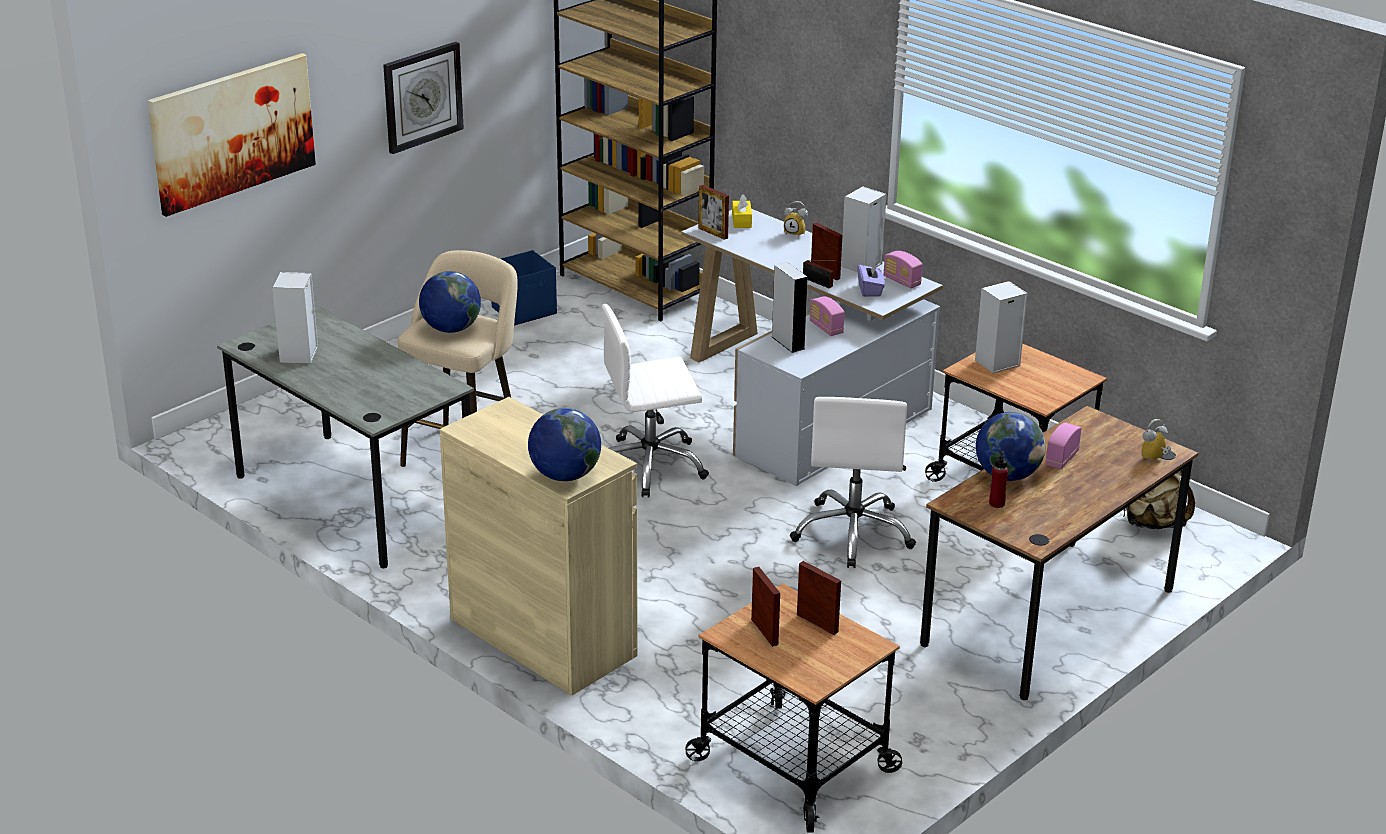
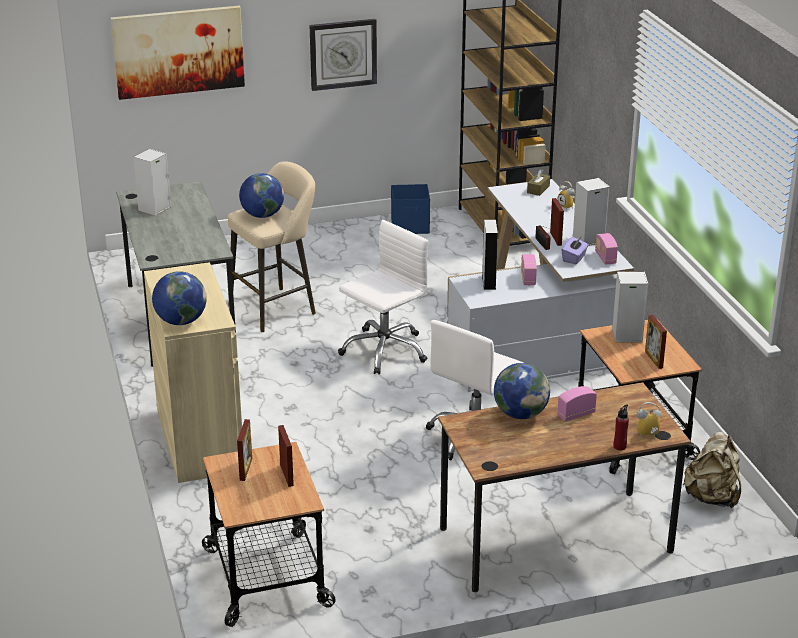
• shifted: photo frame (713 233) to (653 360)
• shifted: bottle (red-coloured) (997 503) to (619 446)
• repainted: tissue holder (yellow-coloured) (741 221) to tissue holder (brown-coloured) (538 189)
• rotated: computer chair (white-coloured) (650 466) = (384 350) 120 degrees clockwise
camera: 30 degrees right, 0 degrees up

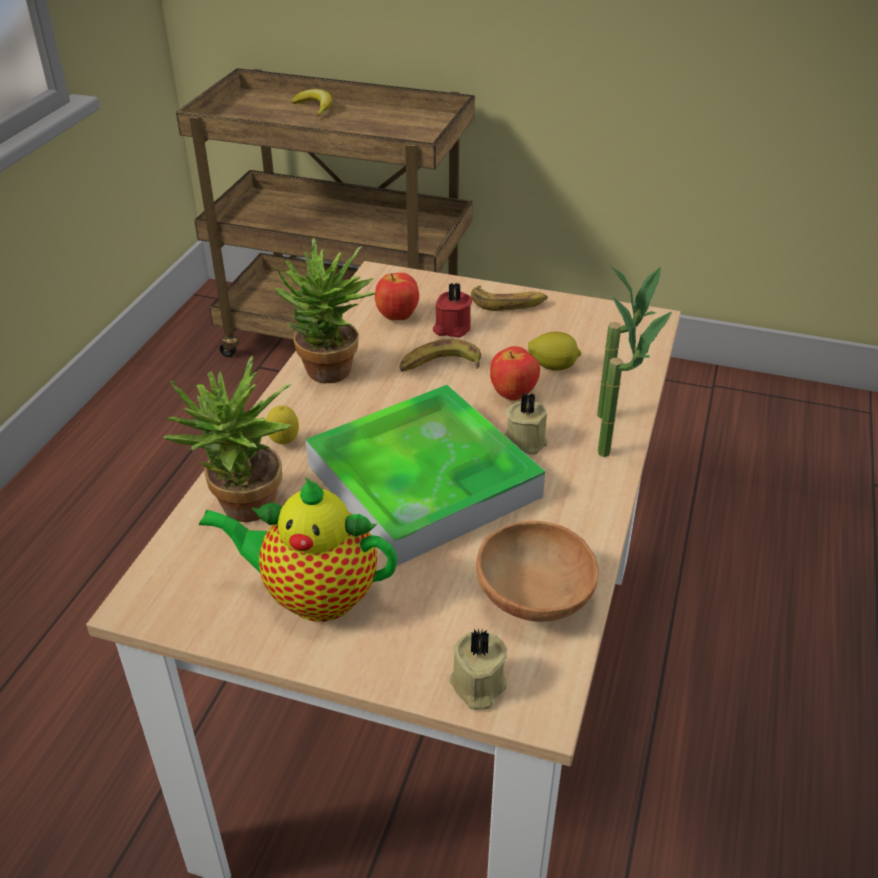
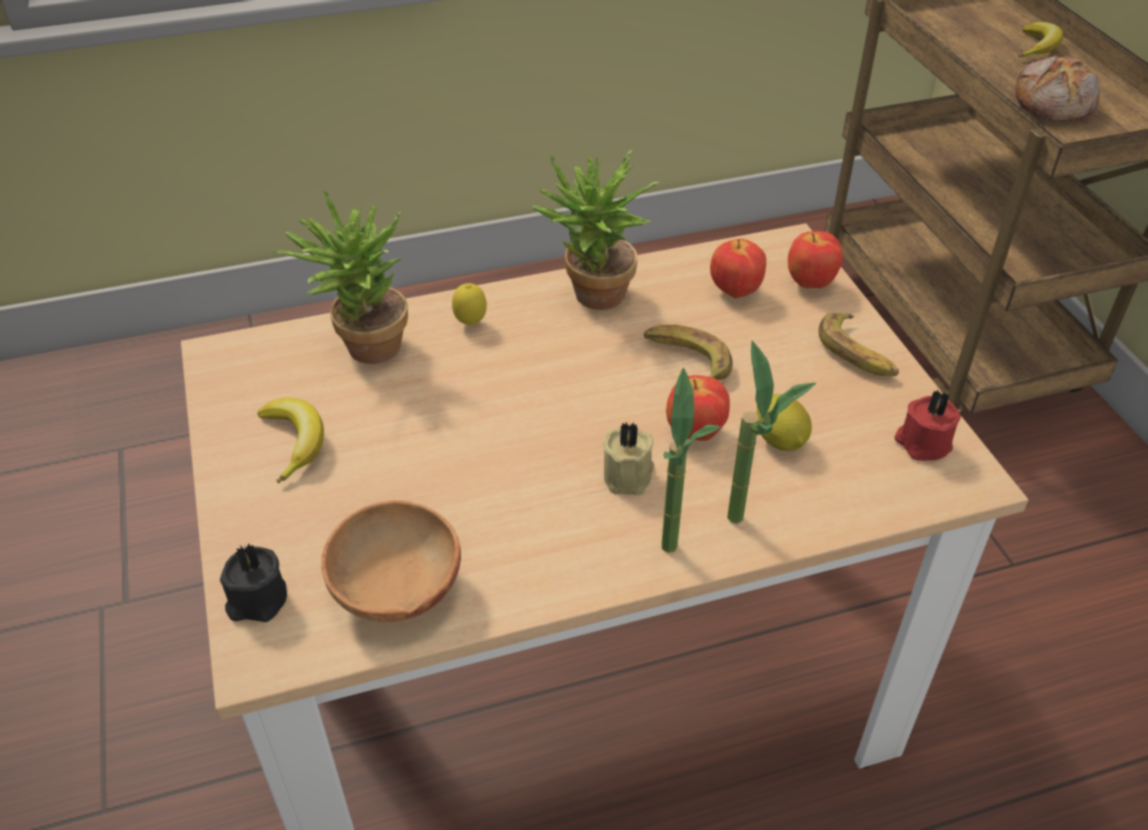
• gone: carrying tray (423 481)
• new: apple fruit (810 284)
• new: baked bread (1054 104)
• shifted: wax light (red-coloured) (451 328) to (922 443)
• swapped: teapot (313 595) to banana (294 442)
• repainted: wax light (beige) (477 686) to wax light (black-coloured) (257 600)
camera: 55 degrees right, 5 degrees up

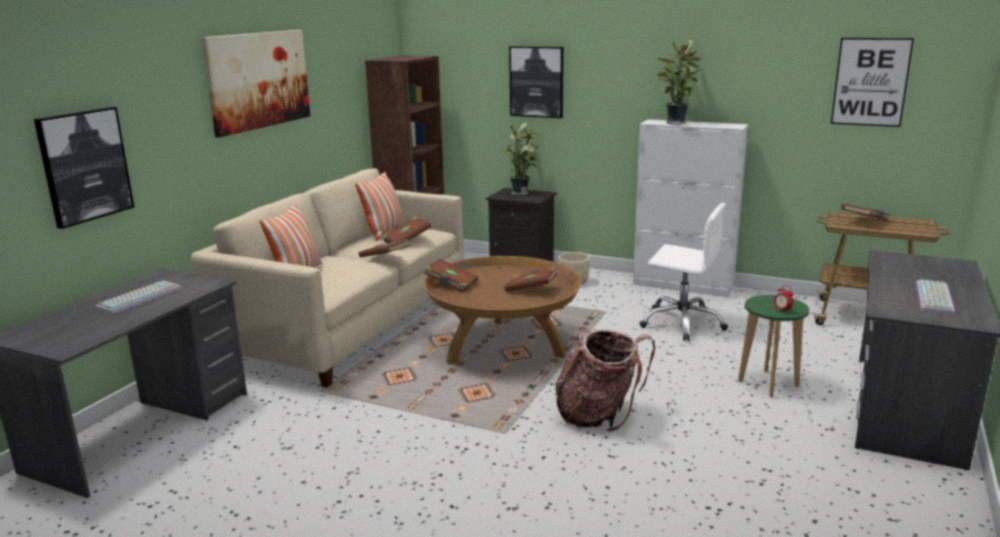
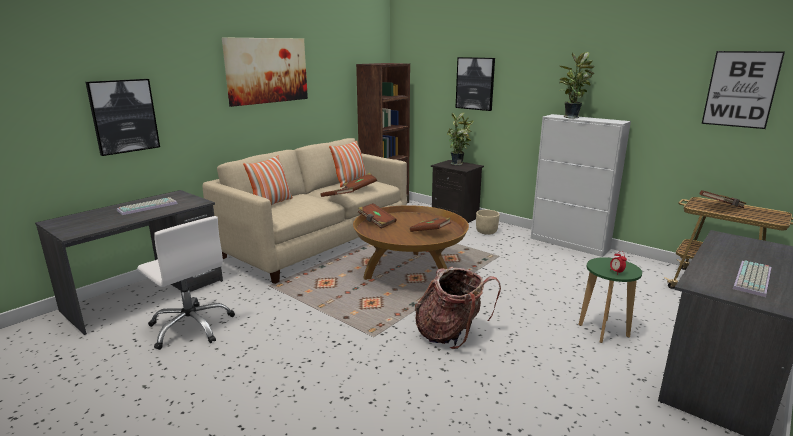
• shifted: computer chair (white-coloured) (682 323) to (191 326)
camera: 15 degrees right, 0 degrees up

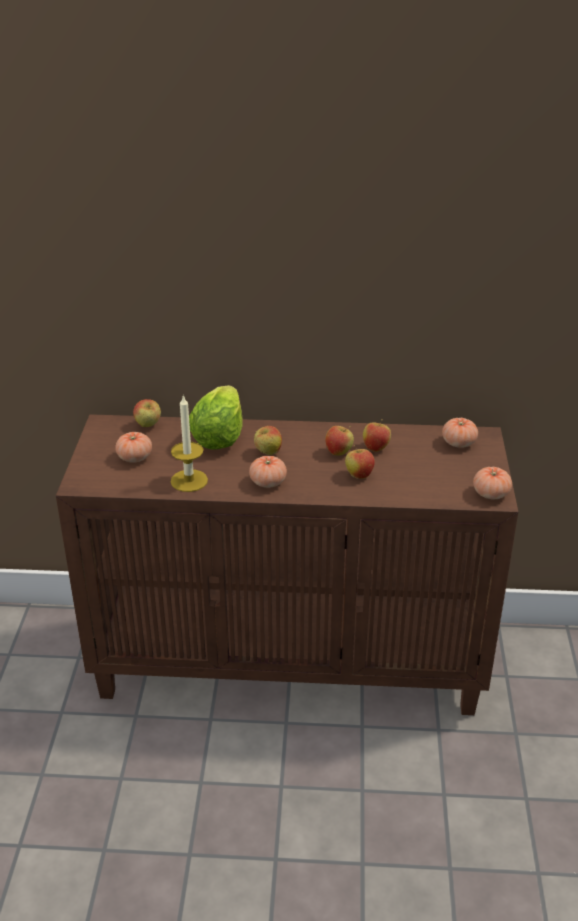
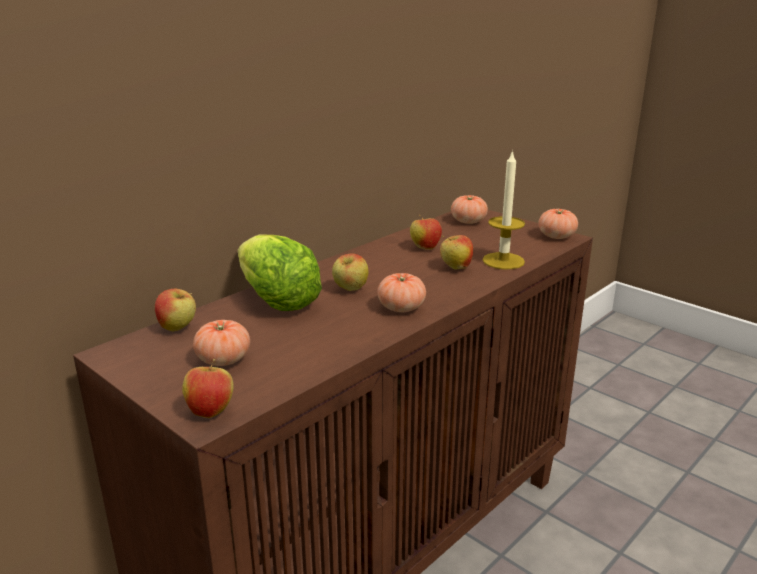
• shifted: wax light (189 480) to (503 261)
• shifted: apple fruit (339 452) to (211 411)
camera: 50 degrees left, 10 degrees down

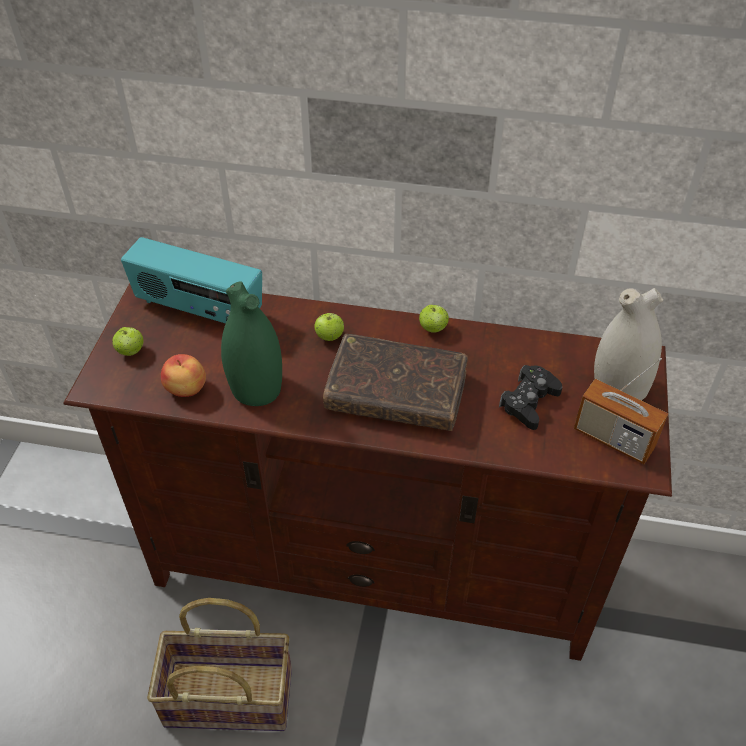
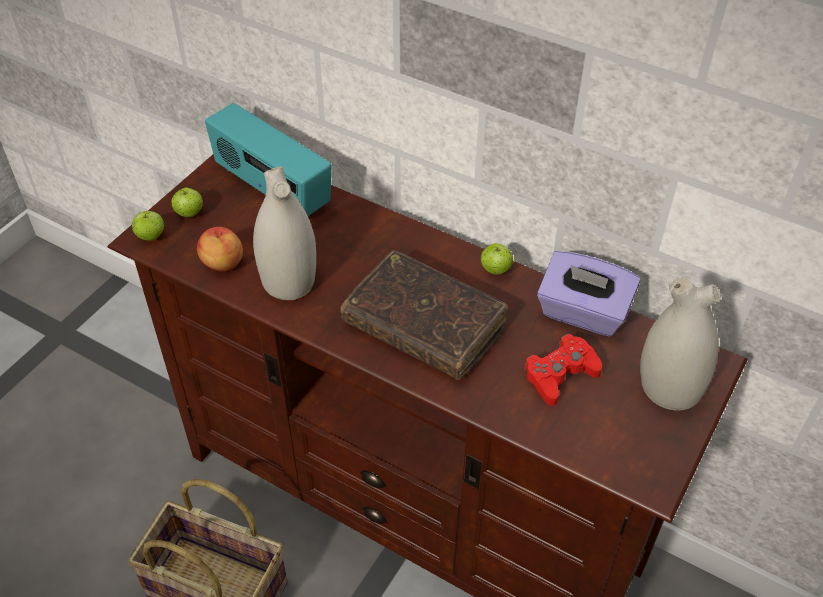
• gone: radio (613 439)
• new: tissue holder (purple-coloured) (582 313)
• shifted: apple fruit (329 337) to (151 236)
• repainted: vase (greenish) (256 387) to vase (white-coloured) (289 280)
• repainted: joypad (black-coloured) (529 402) to joypad (red-coloured) (560 374)
camera: 20 degrees right, 0 degrees up

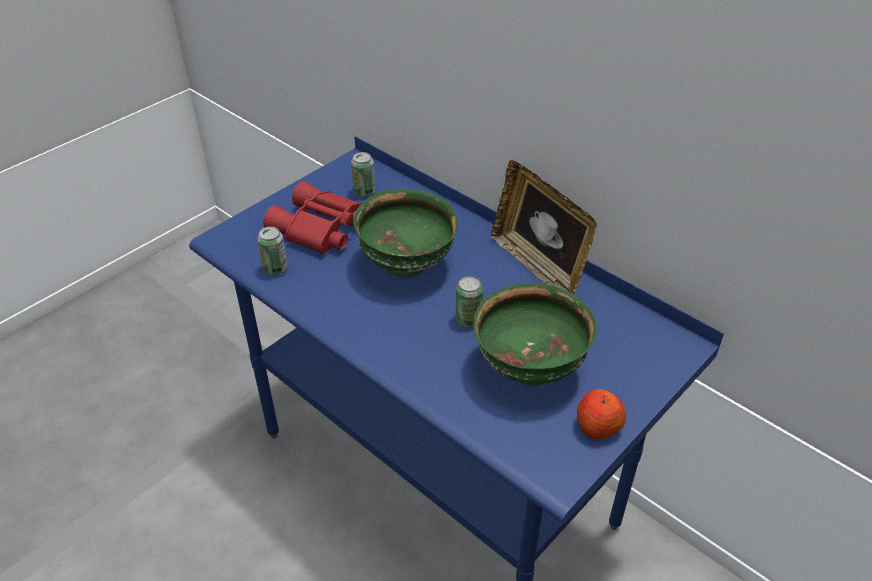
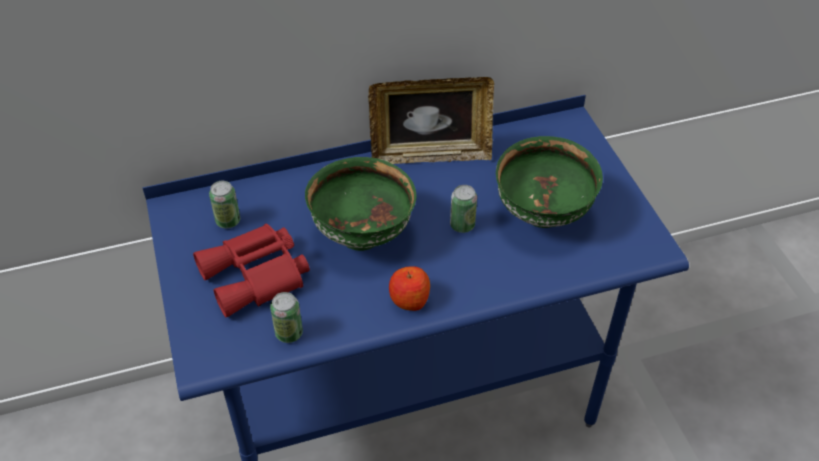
• shifted: apple fruit (598 426) to (409 299)
camera: 60 degrees left, 5 degrees up

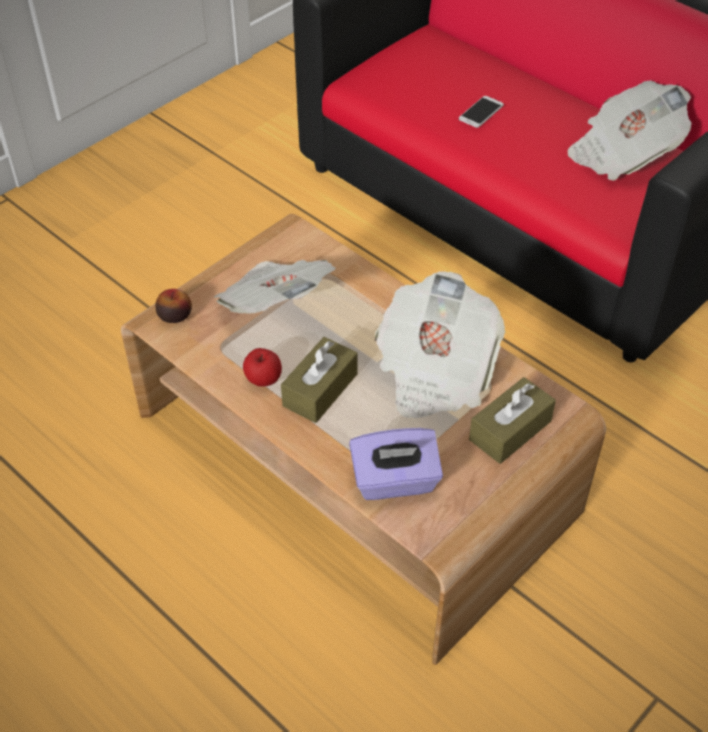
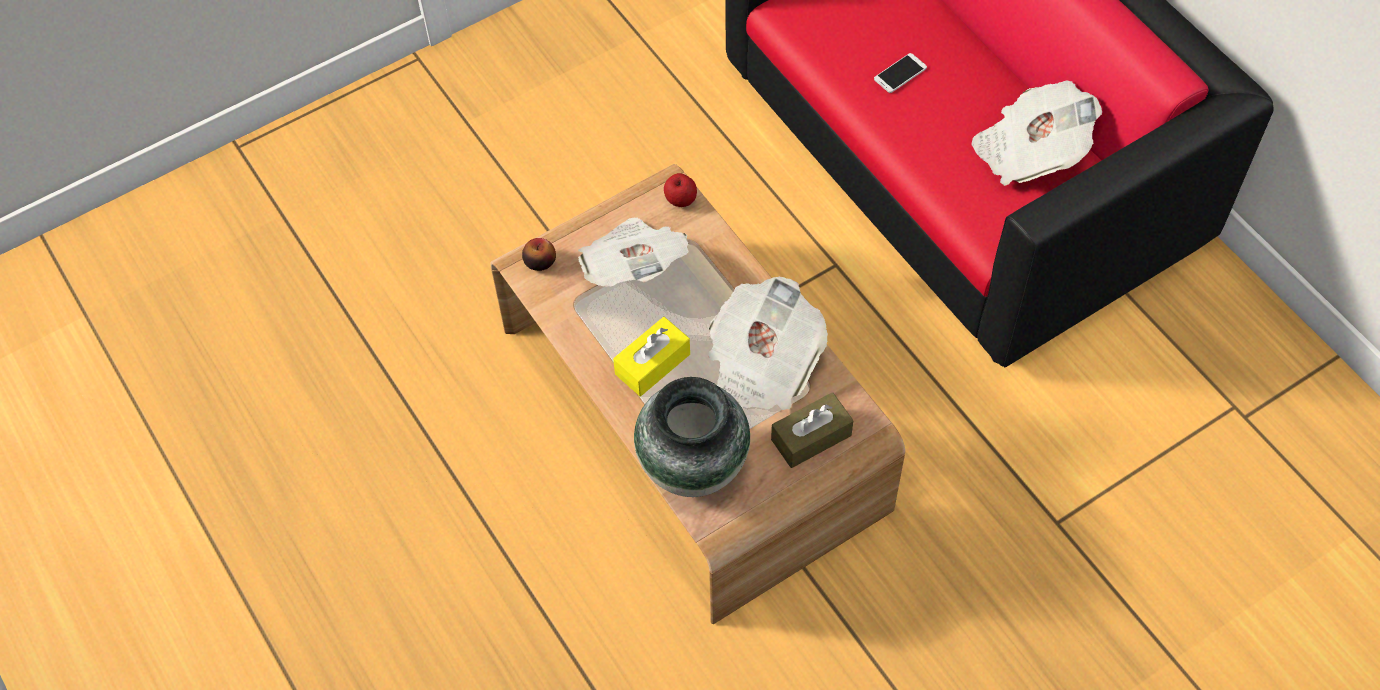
• shifted: apple fruit (263 379) to (680 199)
• swapped: tissue holder (purple-coloured) (395 481) to vase (694 466)
• repainted: tissue holder (brown-coloured) (320 390) to tissue holder (yellow-coloured) (652 364)
camera: 15 degrees right, 10 degrees up

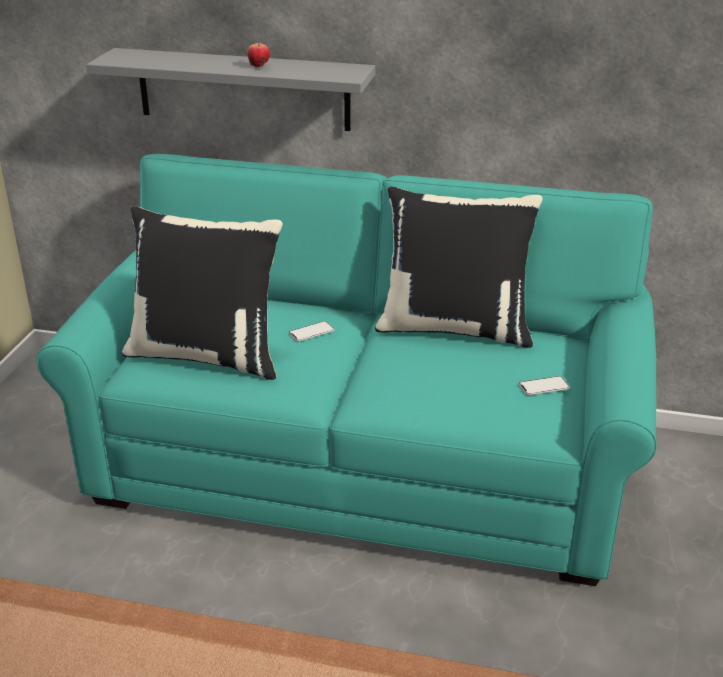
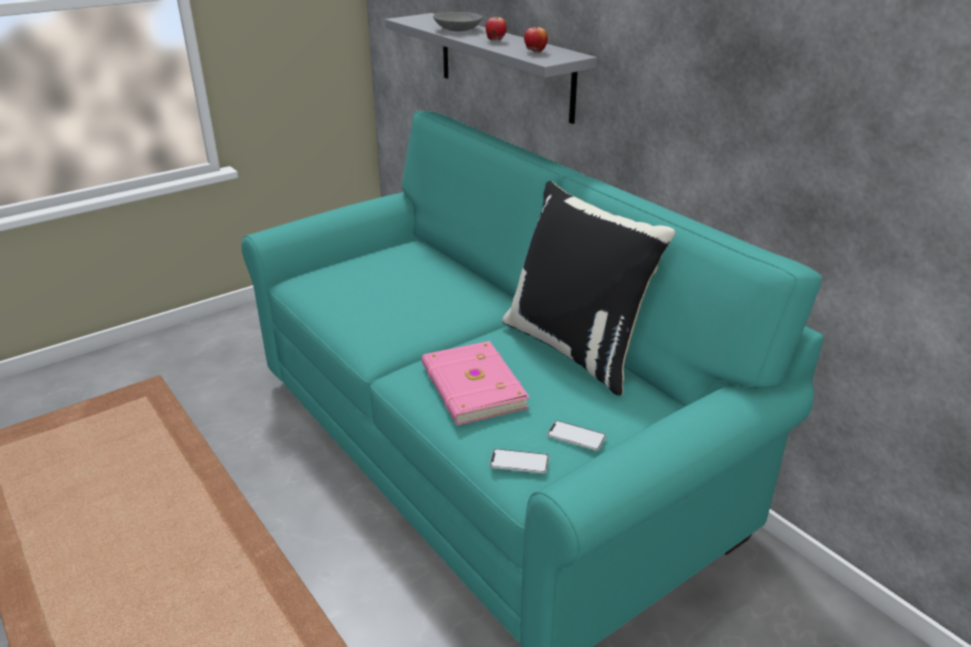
• gone: throw pillow (black-coloured) (208 354)
• new: bound book (pink) (471 387)
• new: bowl (greyish) (458 29)
• new: apple fruit (535 52)
• shifted: phone (311 332) to (519 462)
camera: 40 degrees right, 0 degrees up

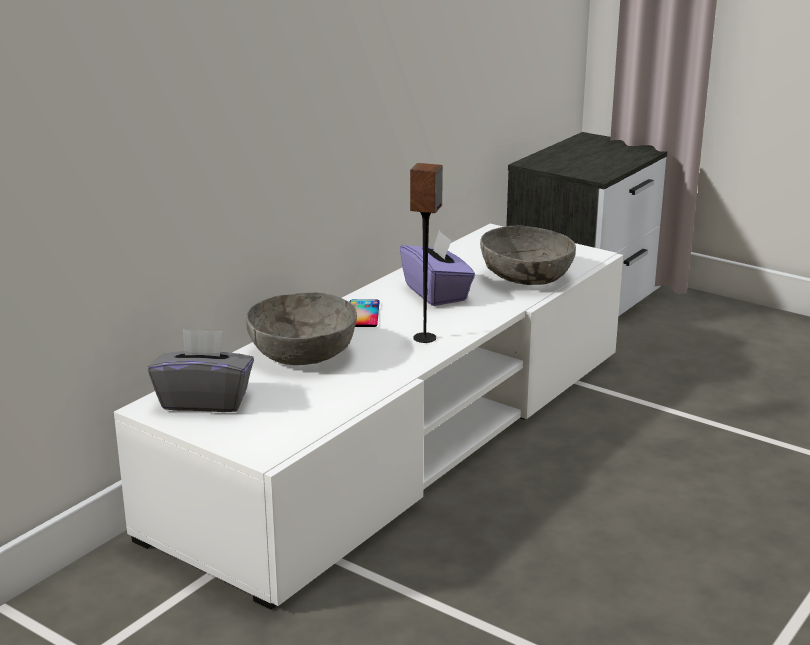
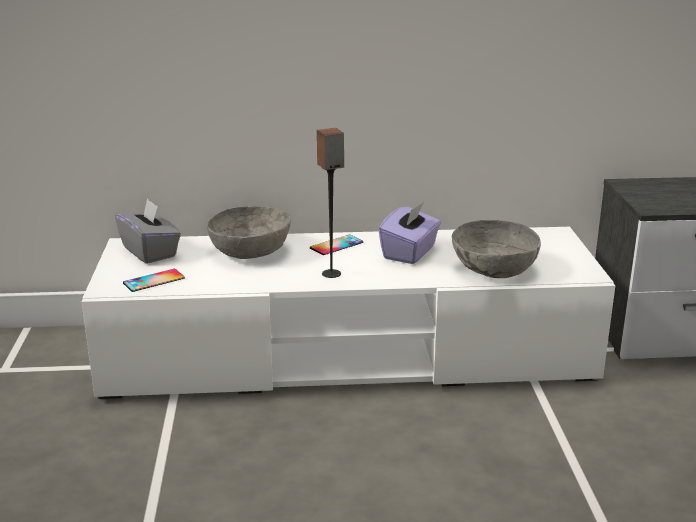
• new: phone (154 281)
camera: 50 degrees right, 0 degrees up

